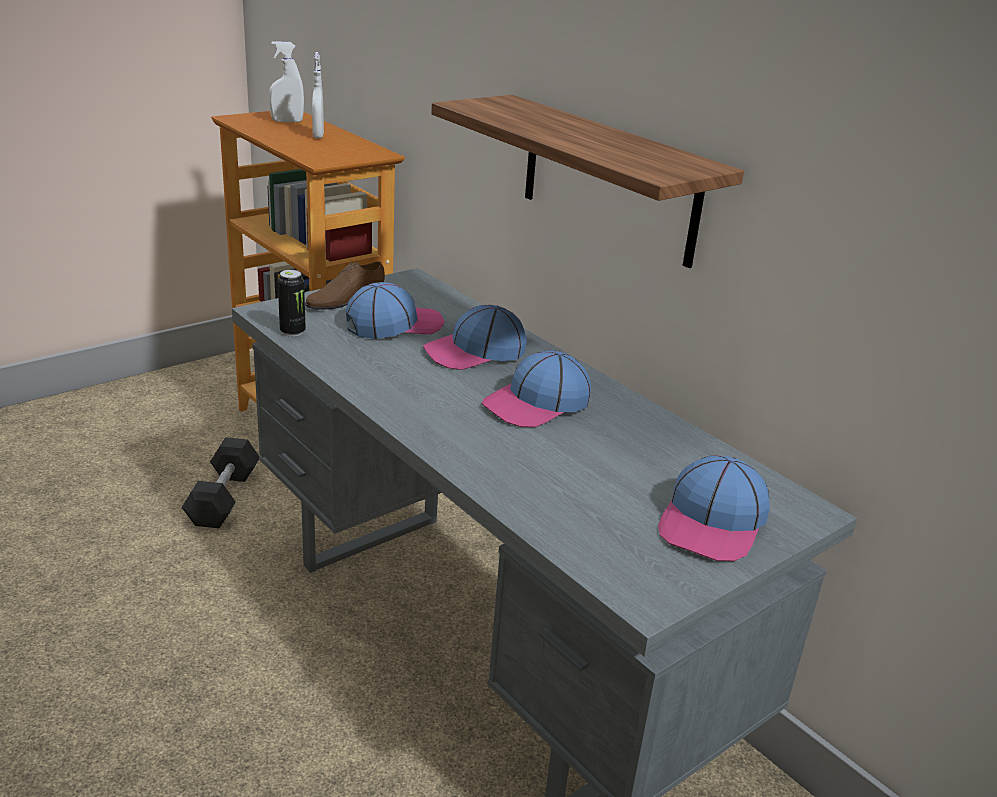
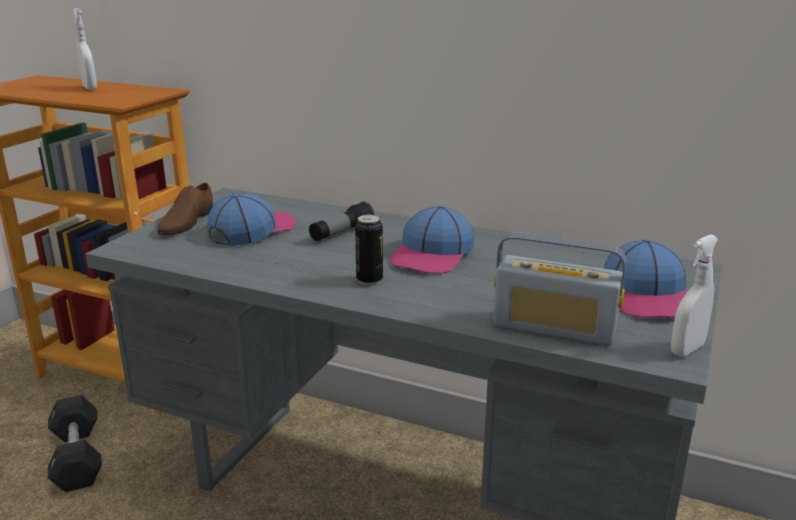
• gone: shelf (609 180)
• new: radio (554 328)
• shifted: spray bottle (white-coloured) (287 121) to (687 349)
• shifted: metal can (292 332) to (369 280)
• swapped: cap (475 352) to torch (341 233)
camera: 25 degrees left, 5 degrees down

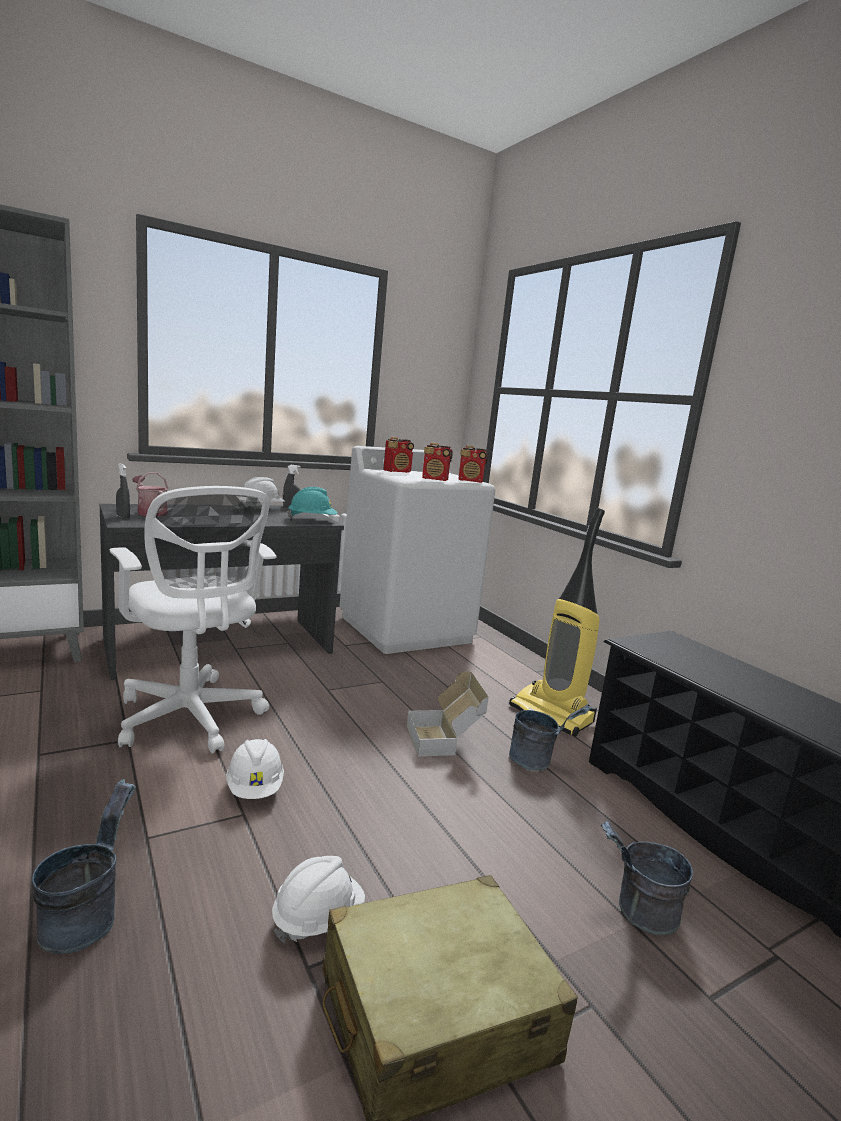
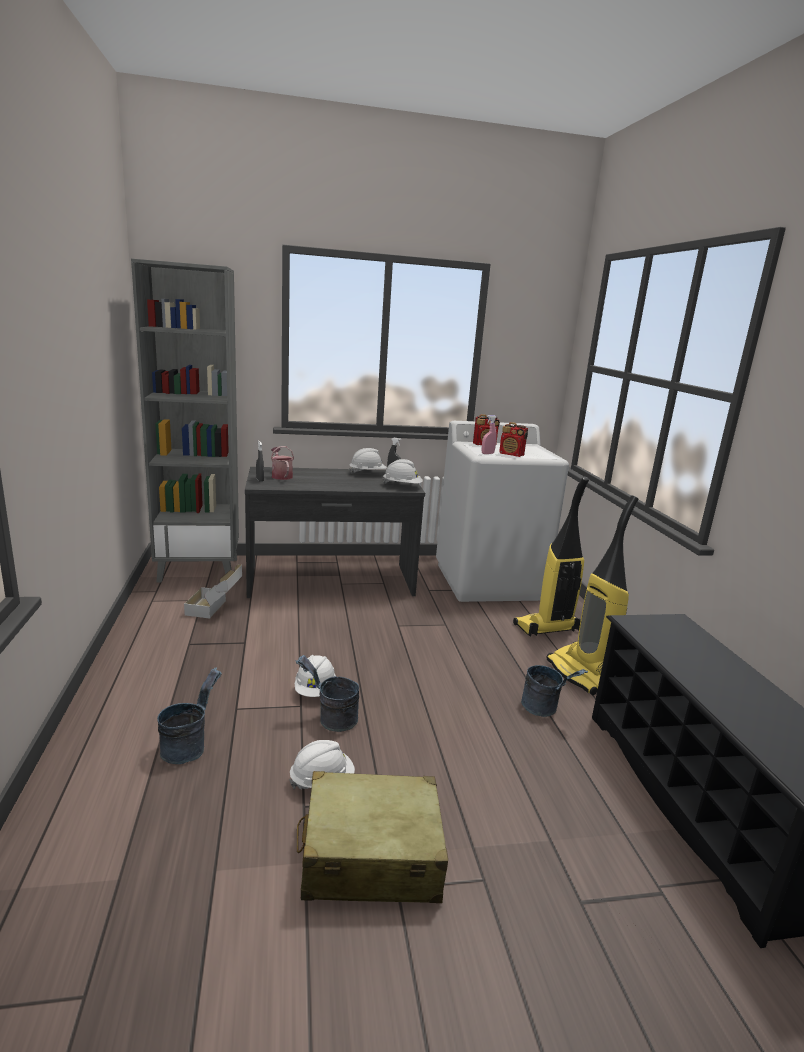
• gone: computer chair (white-coloured) (191 719)
• gone: radio (470 481)
• new: spray bottle (pink) (487 453)
• new: vacuum (546 628)
• shifted: carton (444 740) to (215 609)
• shifted: pail (greyish) (638 912) to (331 719)
• repainted: safety helmet (blue-green) (312 520) to safety helmet (white-coloured) (402 486)
camera: 20 degrees right, 5 degrees up

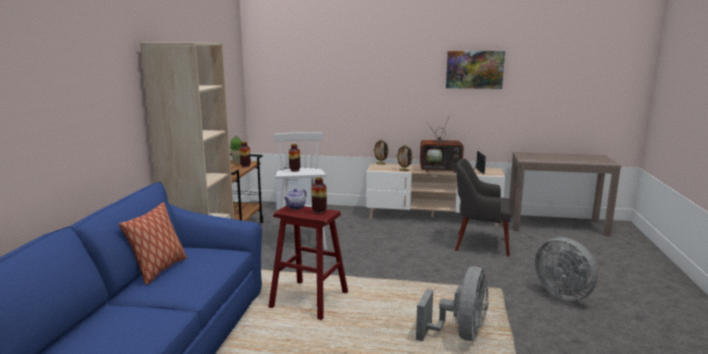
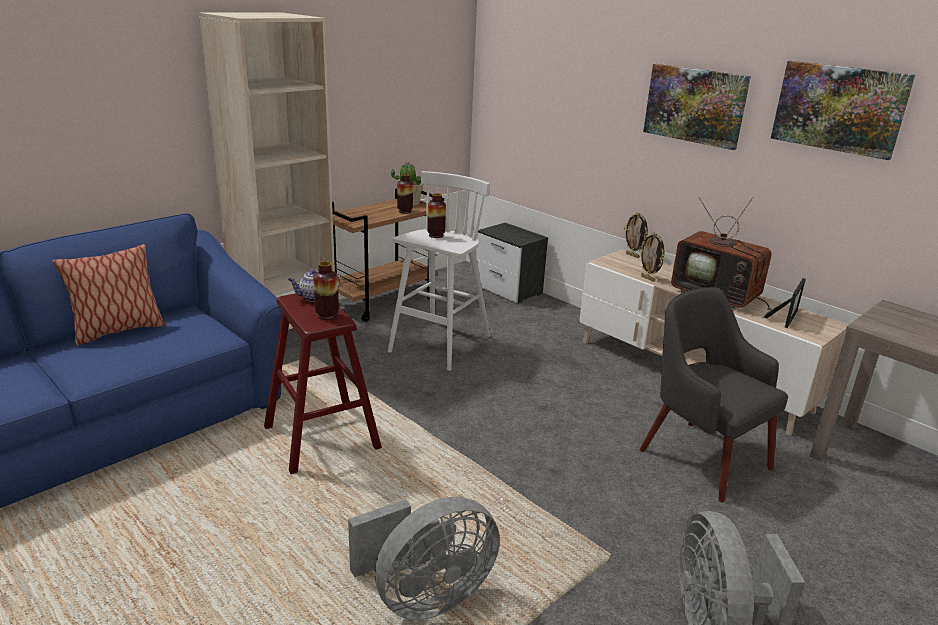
• new: wall art (695 105)
camera: 35 degrees right, 10 degrees up

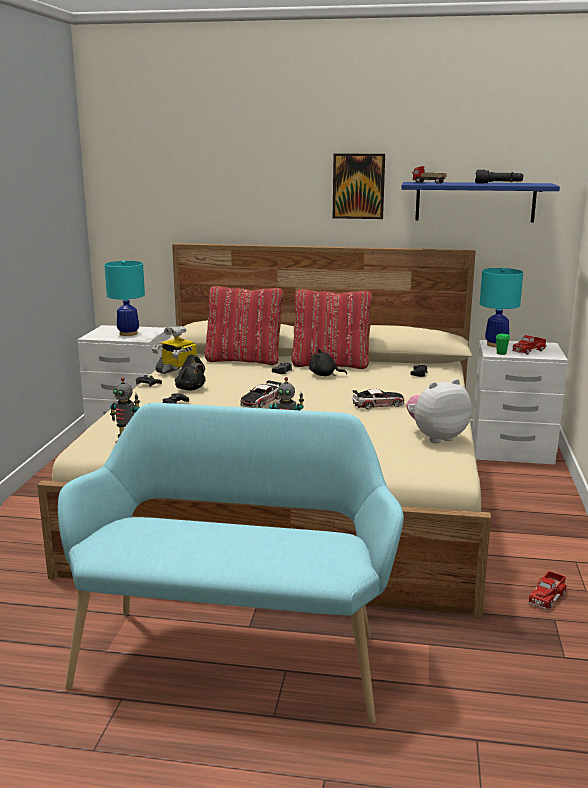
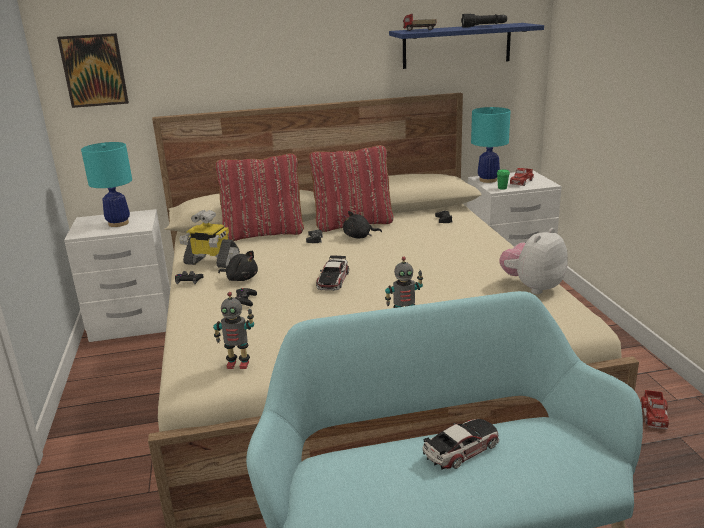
• shifted: wall art (358 186) to (94 70)
• shifted: miniature car (378 404) to (461 448)
camera: 20 degrees left, 5 degrees up

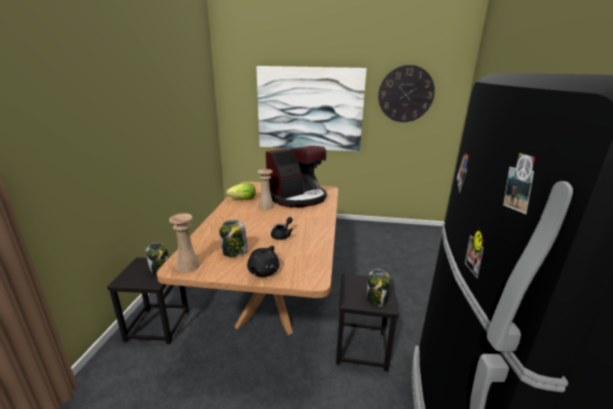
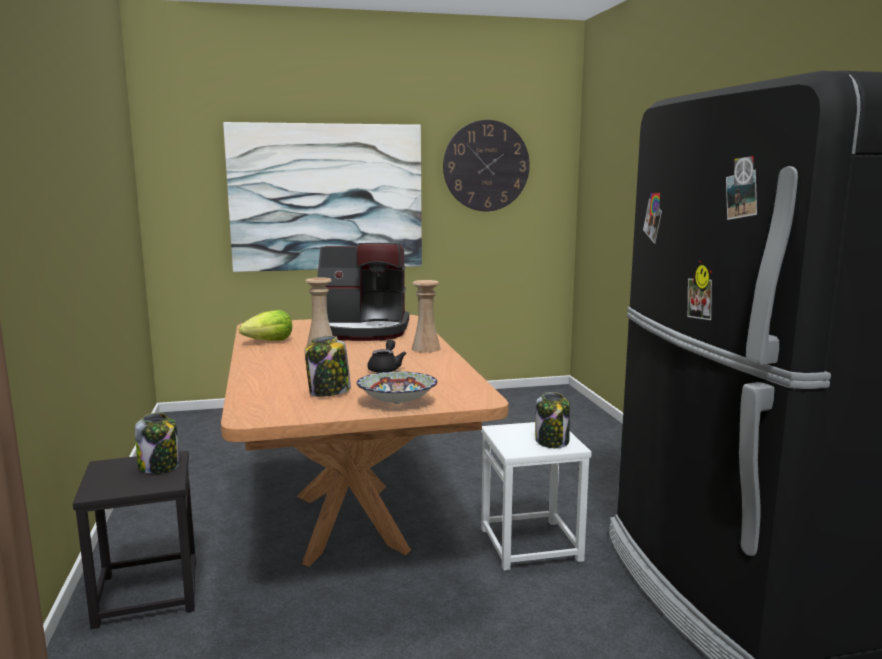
• shifted: vase (beige) (188 266) to (426 348)
• swapped: teapot (black-coloured) (263 271) to bowl (397 402)
• repainted: stool seat (black-coloured) (362 347) to stool seat (white-coloured) (531 544)
• rotated: coffee maker (297 197) = (362 331) 60 degrees clockwise
camera: 20 degrees left, 10 degrees down

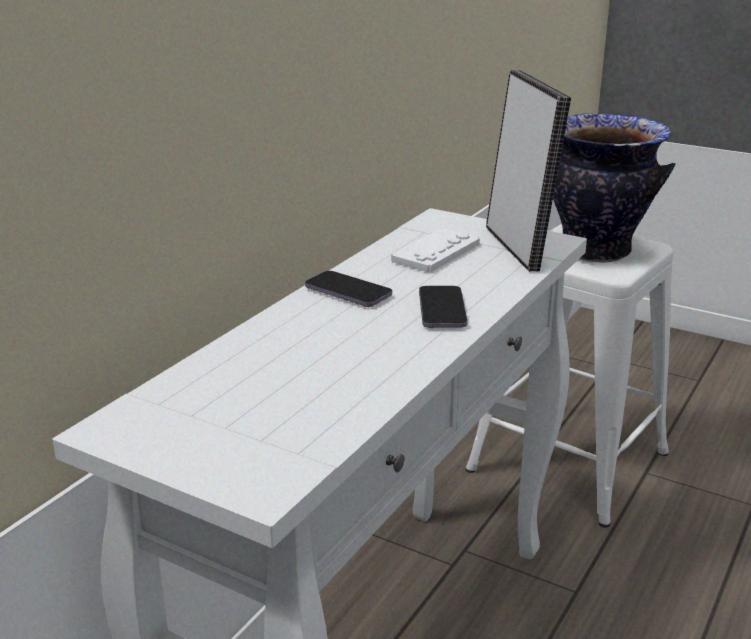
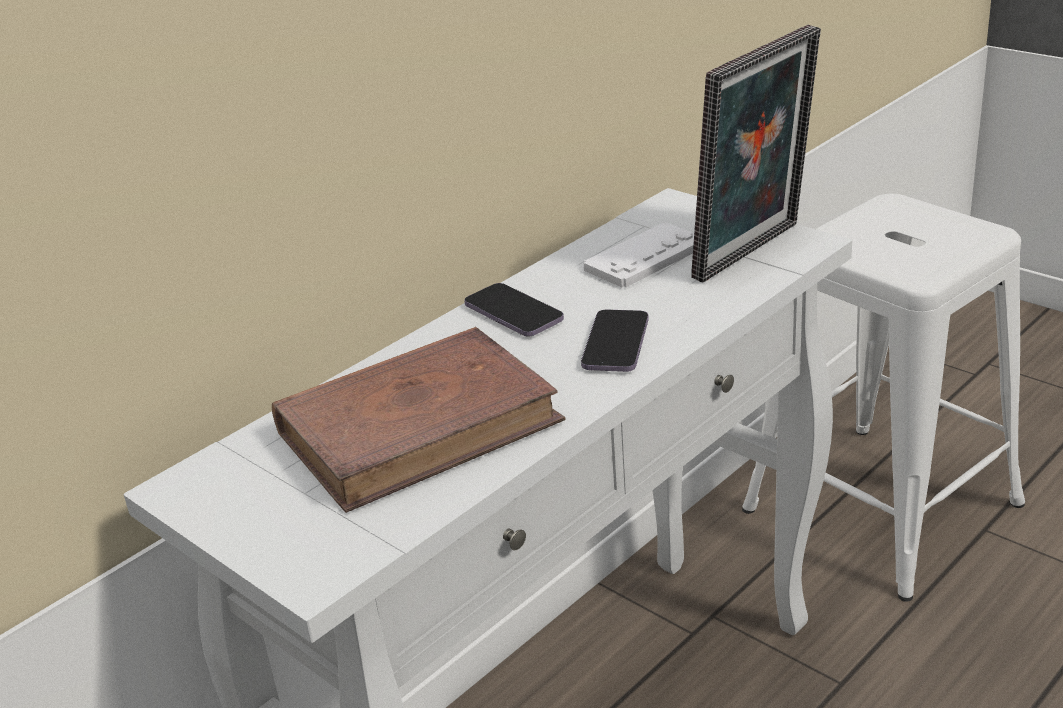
• gone: vase (595 252)
• new: bound book (brown-coloured) (419 427)
• rotated: photo frame (519 248) = (754 253) 45 degrees clockwise
camera: 15 degrees right, 5 degrees up

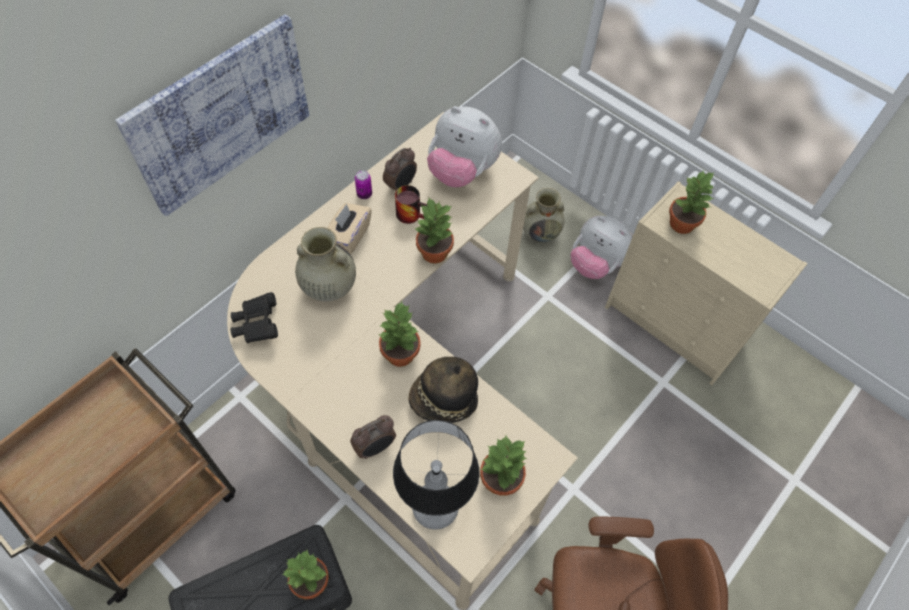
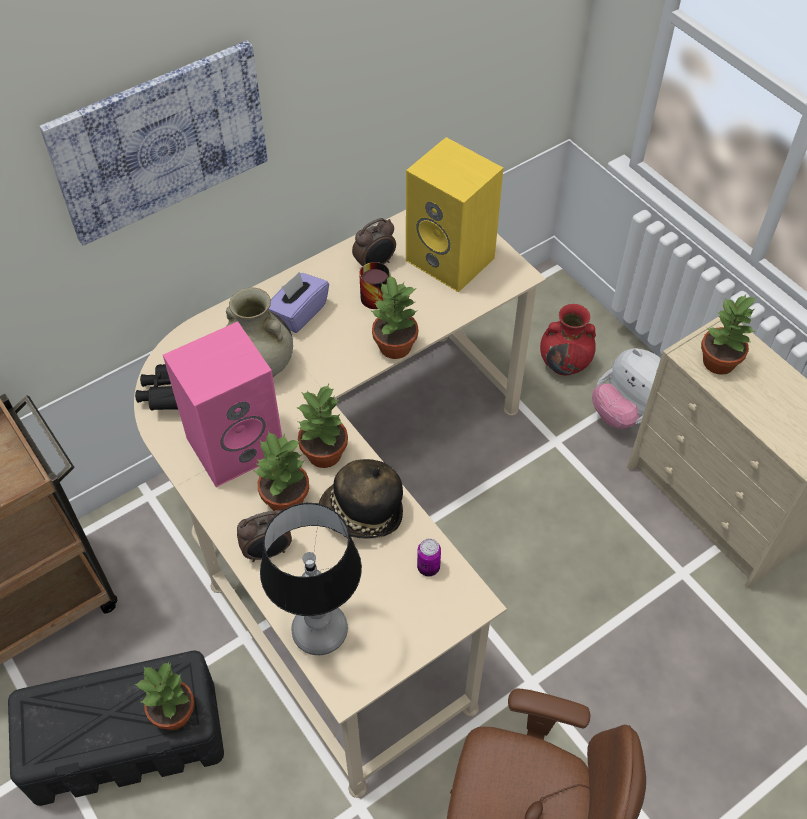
• new: audio speaker (pink) (236 443)
• shifted: metal can (364 194) to (428 567)
• shifted: potted plant (501 481) to (286 500)
• swapped: plush toy (462 171) to audio speaker (yellow-coloured) (452 259)
• repainted: tissue holder (beige) (349 236) to tissue holder (purple-coloured) (298 313)
• repainted: vase (beige) (540 233) to vase (red-coloured) (565 363)
camera: 15 degrees right, 5 degrees down

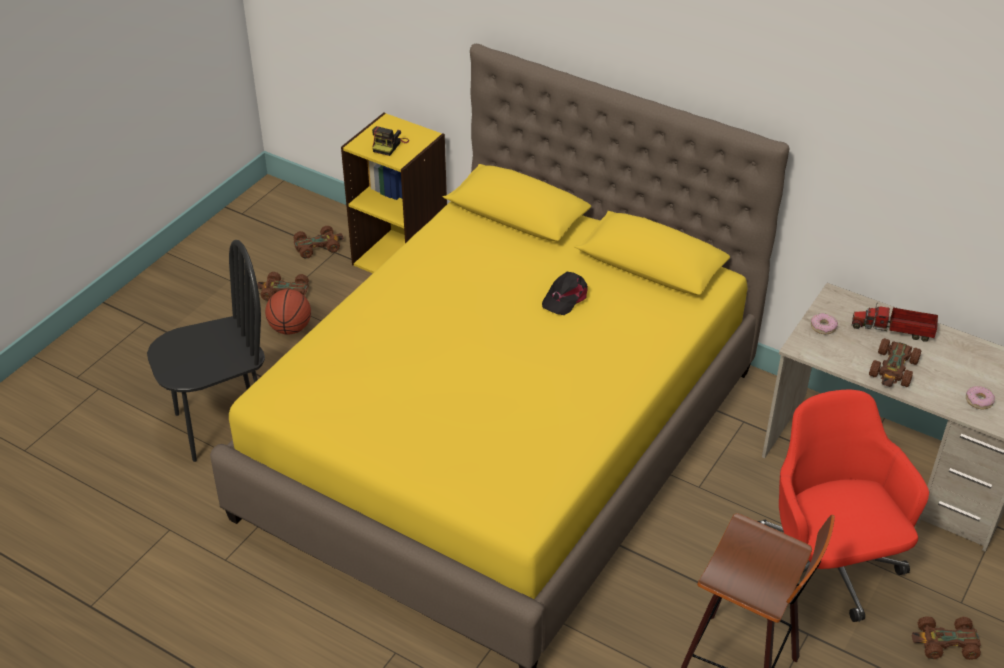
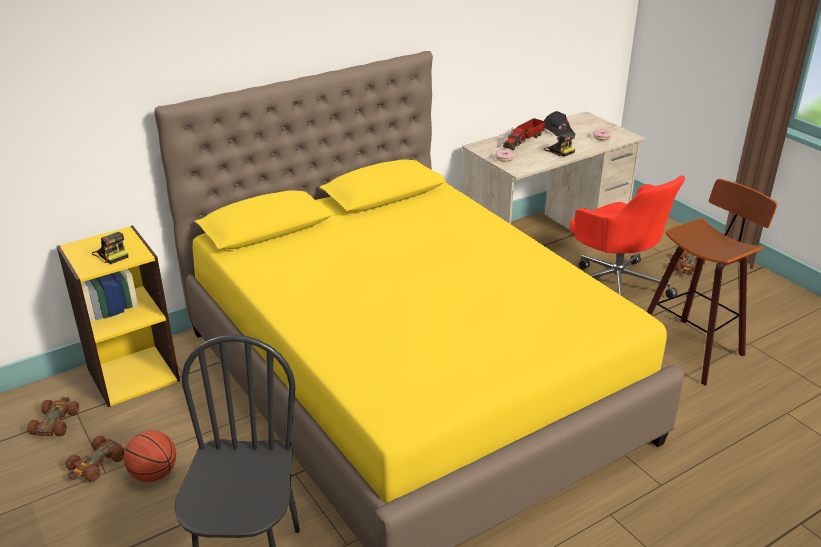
• shifted: cap (black-coloured) (565 297) to (558 130)
• swapped: miniature car (brown-coloured) (893 369) to still camera (558 150)
• rotated: computer chair (red-coloured) (826 570) = (615 286) 135 degrees counterclockwise
camera: 65 degrees left, 10 degrees down

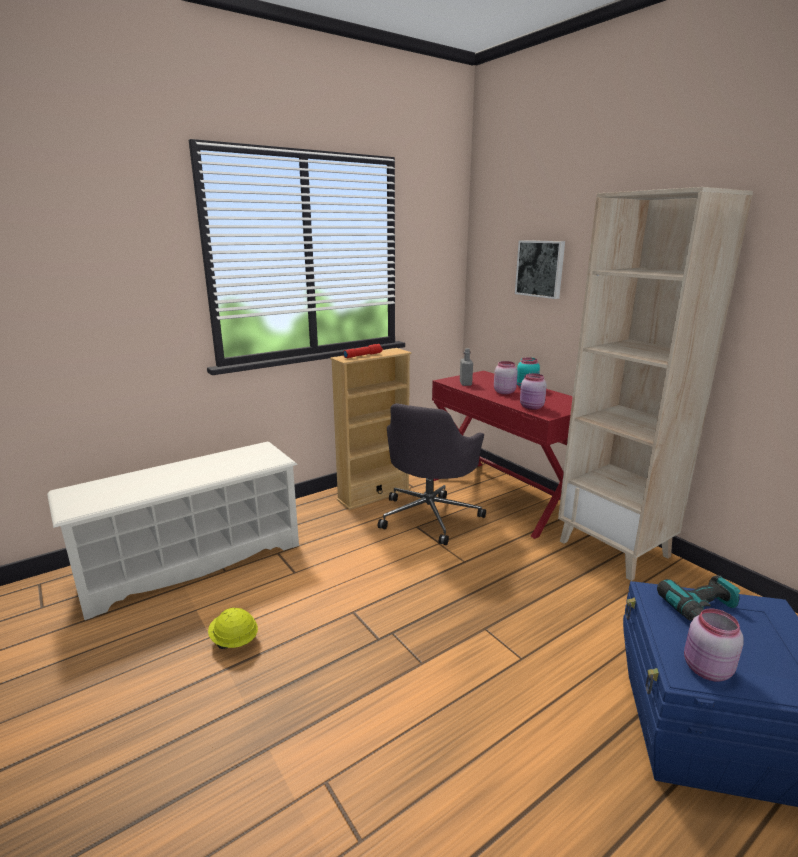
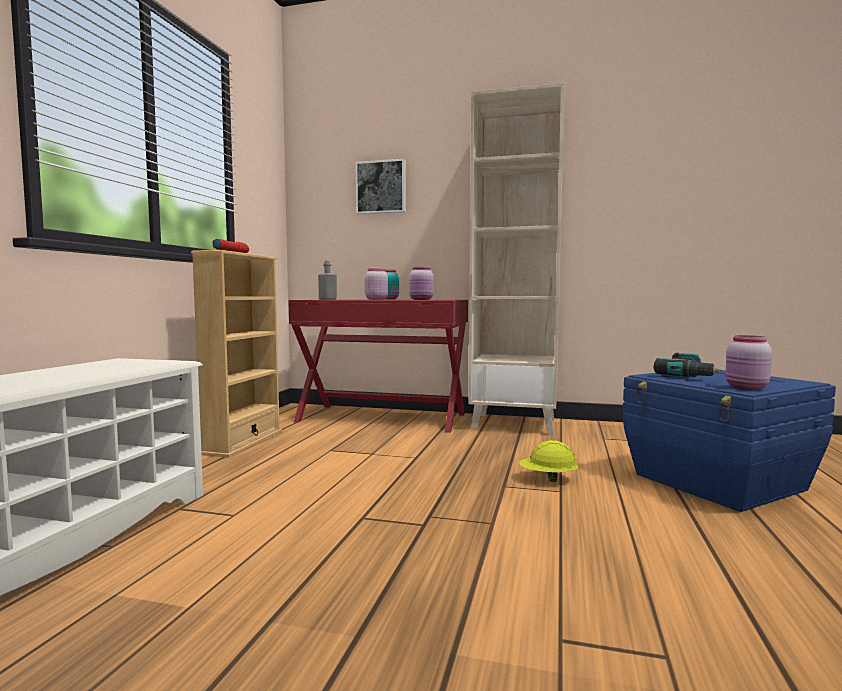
• gone: computer chair (greyish) (430 515)
• shifted: safety helmet (yellow-coloured) (234 641) to (548 479)
camera: 40 degrees left, 15 degrees down

